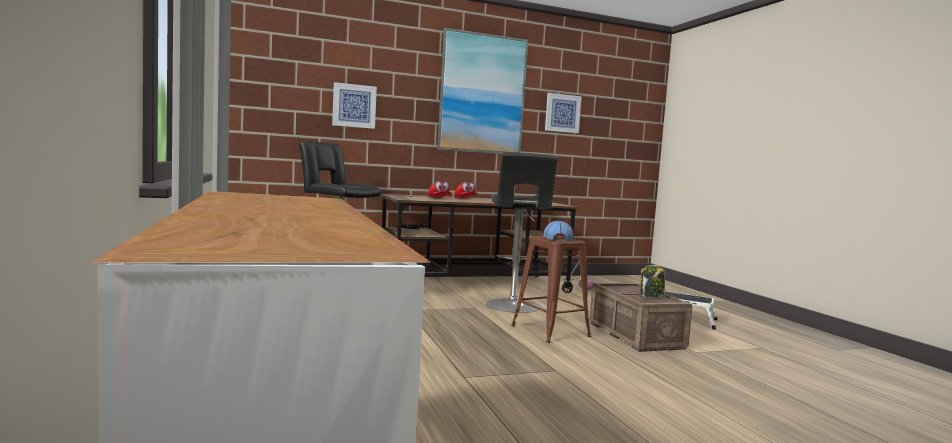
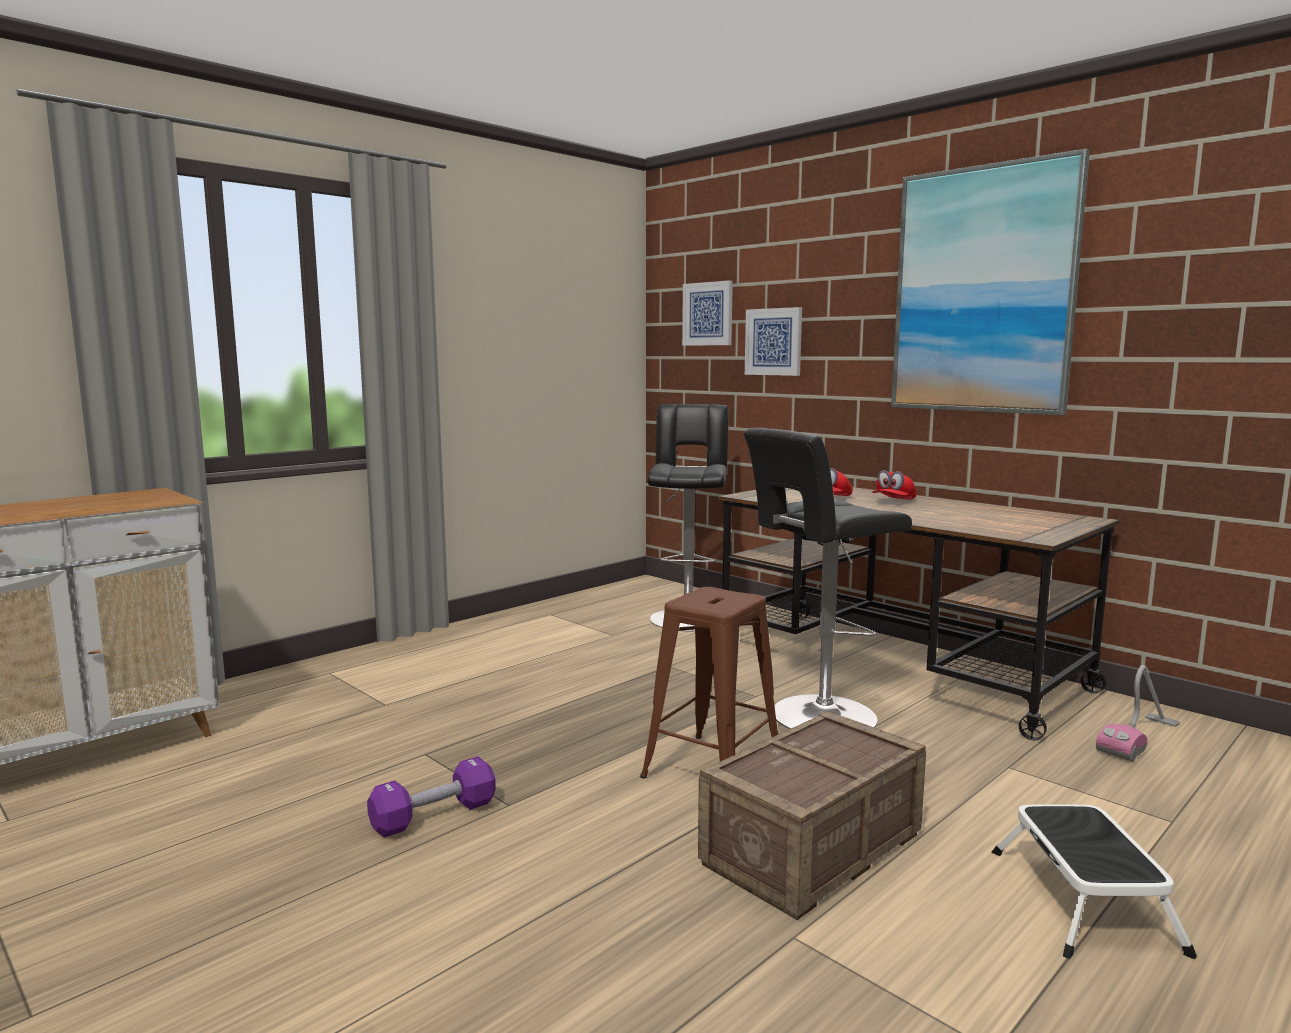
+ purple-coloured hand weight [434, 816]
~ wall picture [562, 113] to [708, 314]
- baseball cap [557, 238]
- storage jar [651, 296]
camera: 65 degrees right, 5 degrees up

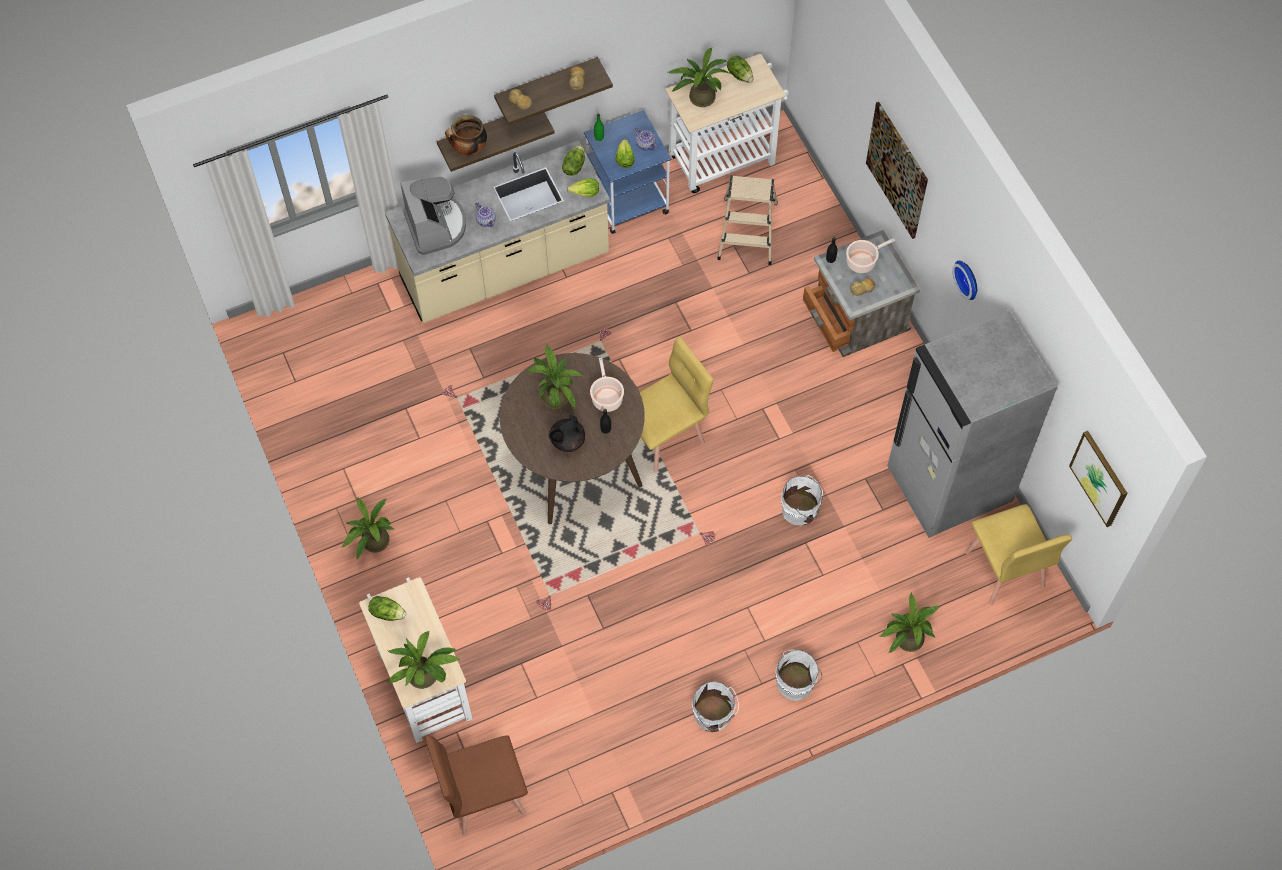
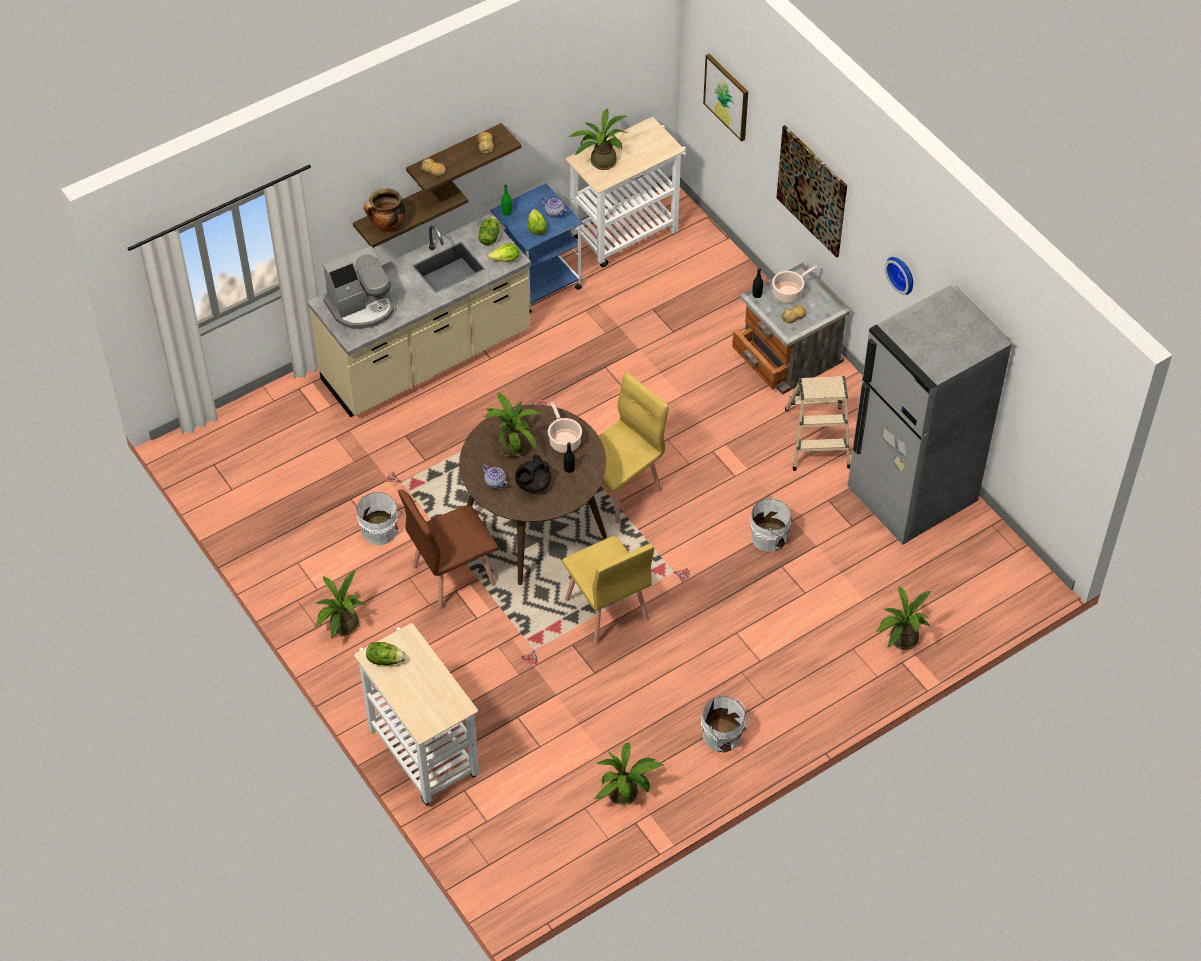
~ coffee machine [436, 226] = [361, 307] 90 degrees clockwise
~ white-coloured water bucket [796, 682] to [381, 529]
~ brown upright chair [483, 795] to [452, 575]
~ tea pot [486, 220] to [495, 482]
~ yellow-coloured upright chair [1004, 569] to [606, 610]
~ houseplant [426, 676] to [626, 793]
~ wall picture [1099, 478] to [727, 96]
~ sand-coloured stepladder [747, 230] to [817, 437]
- lettuce head [740, 75]
camera: 10 degrees left, 10 degrees down

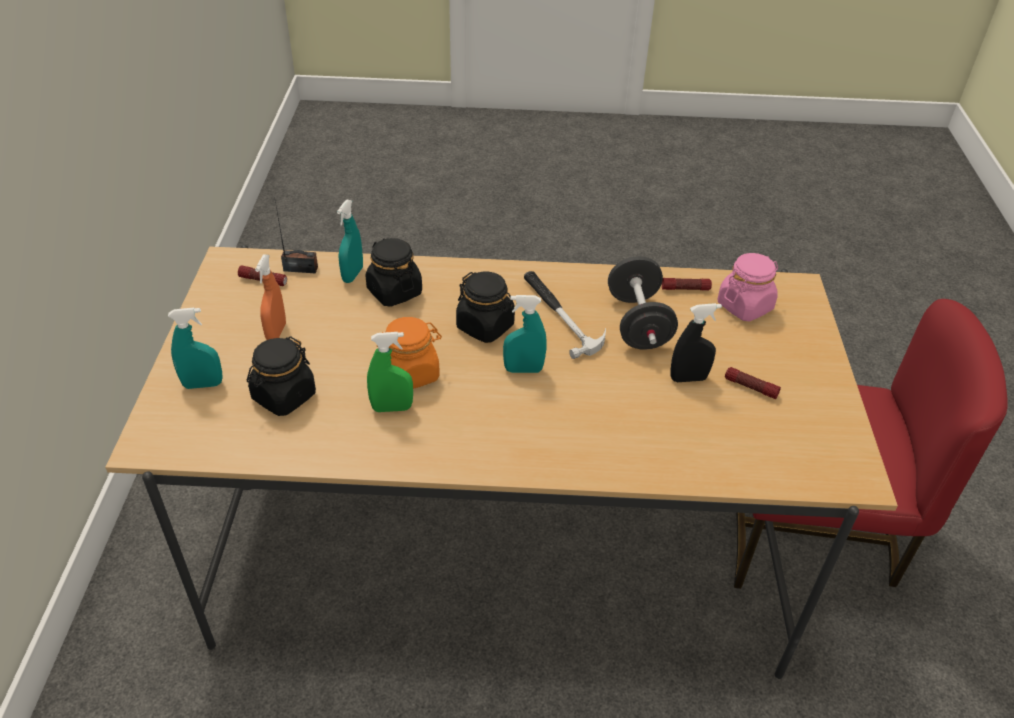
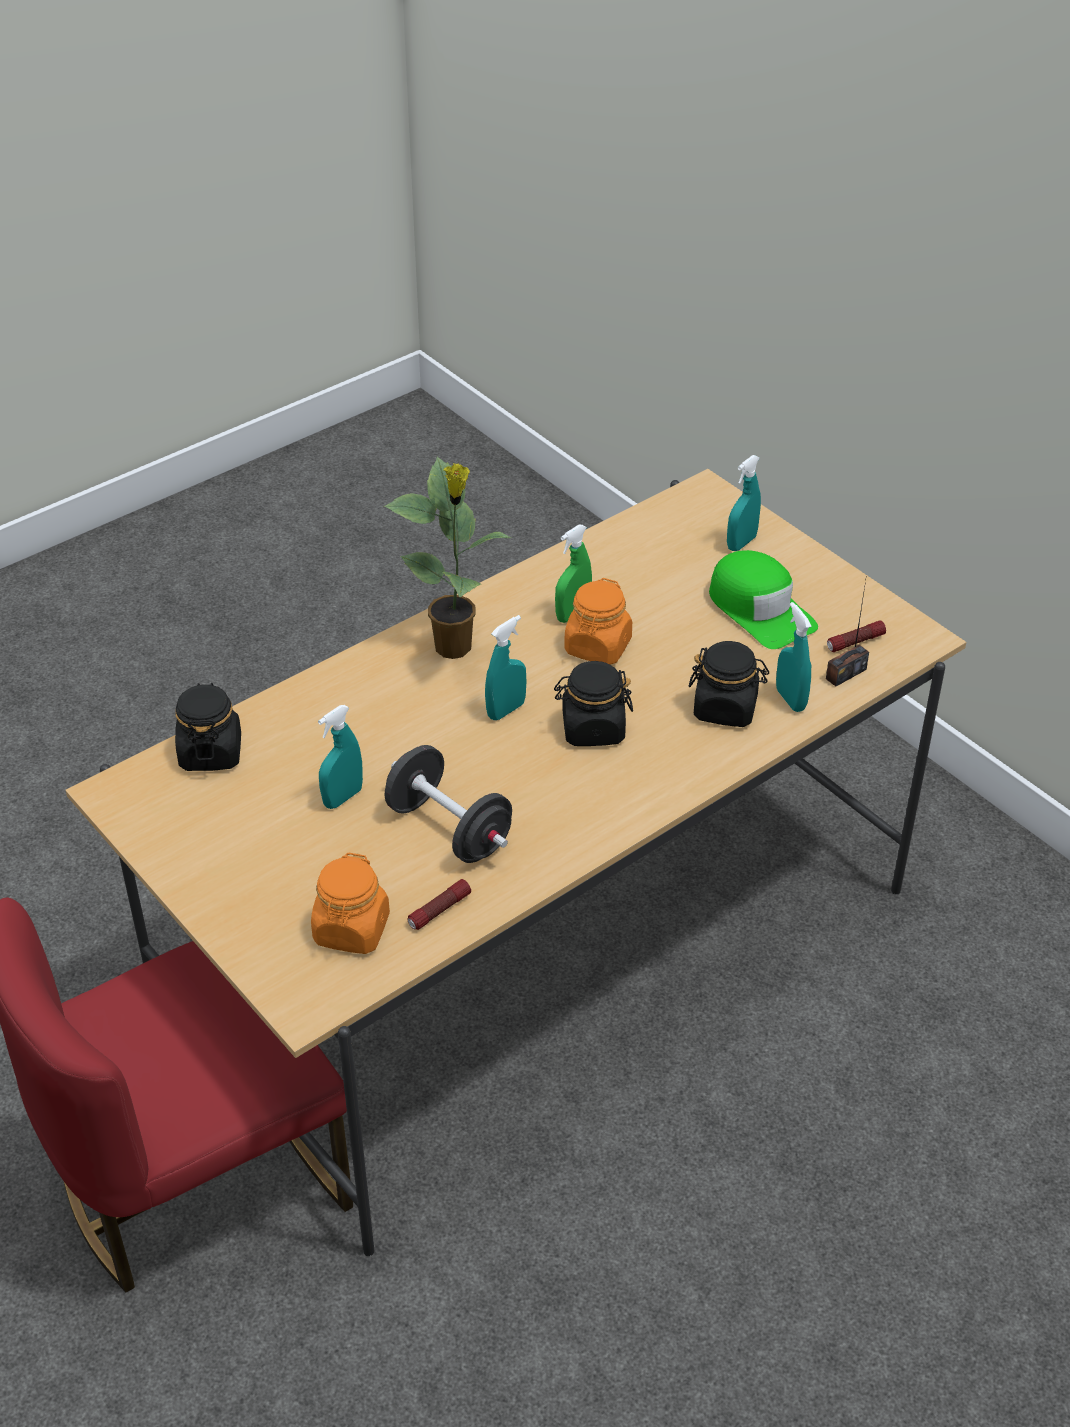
~ blackish storage jar [284, 396] to [210, 752]
~ pink-coloured storage jar [745, 306] to orange-coloured storage jar [351, 930]
~ blackish hand sprayer [688, 378] to turquoise hand sprayer [343, 797]
+ houseplant [455, 648]
~ orange-coloured hand sprayer [276, 332] to greenish baseball cap [760, 609]
- tool hammer [560, 315]
- torch [750, 387]
camera: 140 degrees right, 0 degrees up

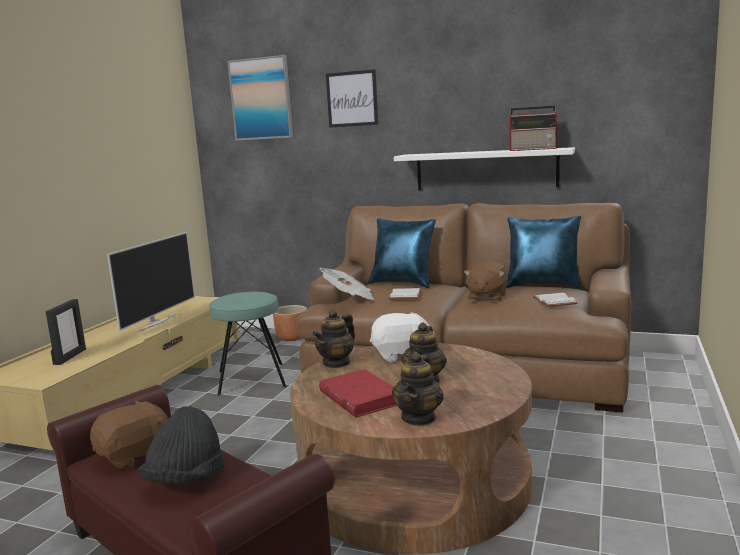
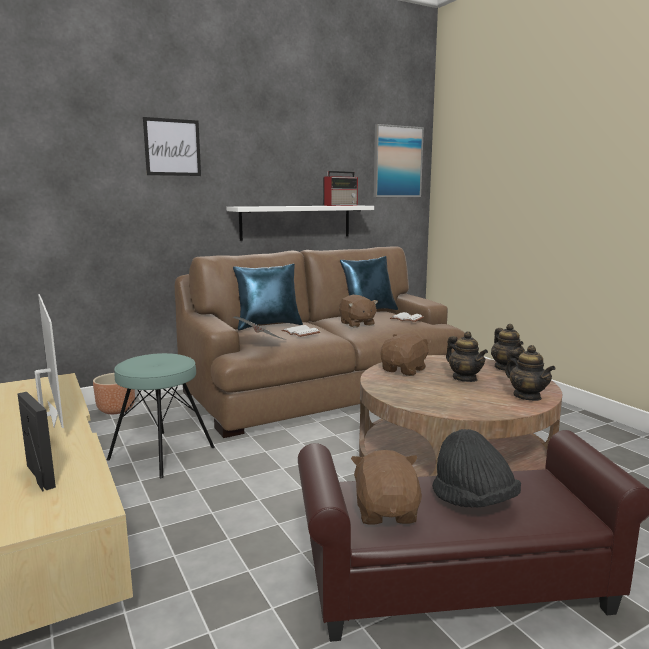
~ wall picture [261, 99] to [397, 162]
~ white-coloured cuddly toy [401, 355] to brown cuddly toy [404, 370]
~ tea pot [337, 363] to [506, 368]
- red bound book [360, 397]
camera: 50 degrees left, 0 degrees up

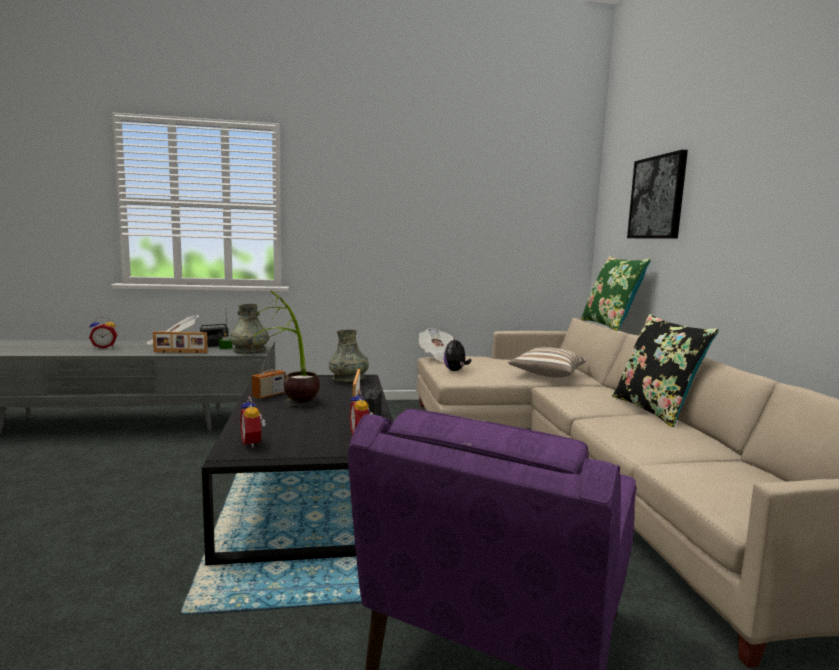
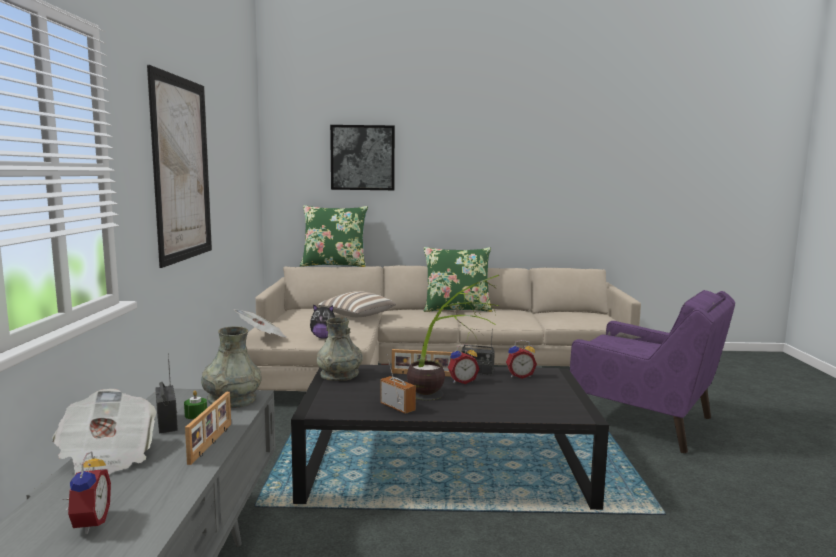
+ wall picture [182, 169]
~ blackish pillow [655, 410] to greenish pillow [456, 309]
~ alarm clock [253, 443] to [462, 381]
camera: 80 degrees left, 0 degrees up

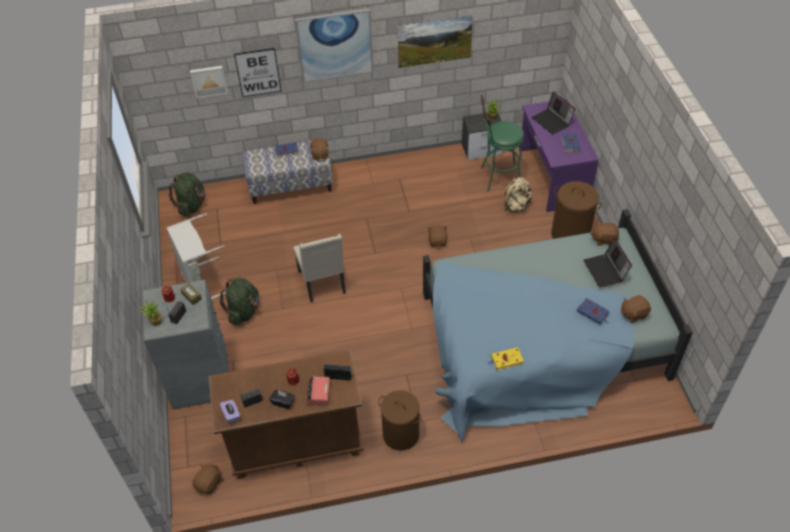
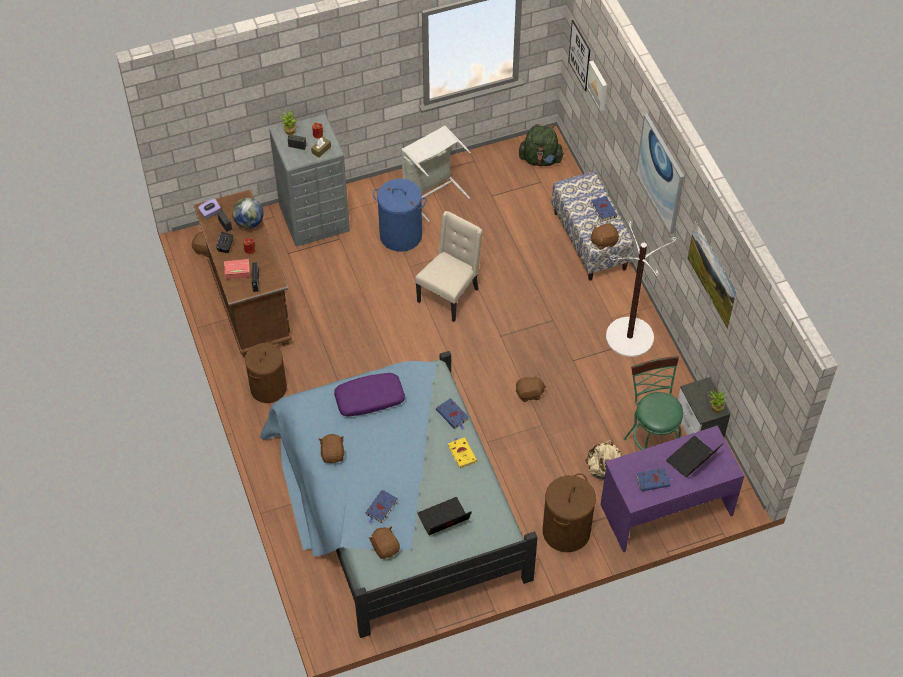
+ globe [249, 223]
~ brown cuddly toy [604, 239] to [333, 454]
+ purple-coloured pillow [369, 399]
~ greenish rucksack [244, 311] to bluish washing basket [401, 235]
~ sand-coloured upright chair [323, 283] = [449, 295] 150 degrees clockwise
+ bluish bound book [453, 415]
~ yellow-coloured bound book [506, 360] to [461, 453]
~ wall picture [258, 72] to [579, 55]
+ white-coloured garment stand [629, 337]
camera: 80 degrees right, 5 degrees up

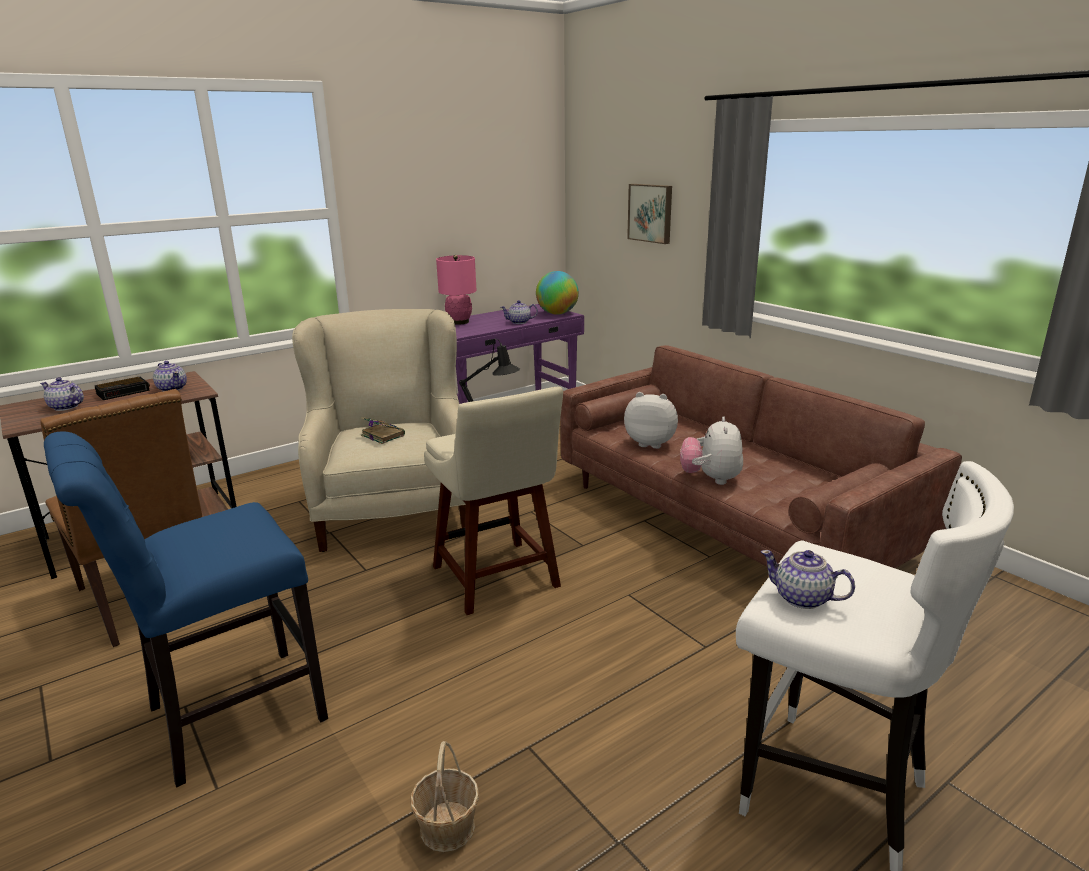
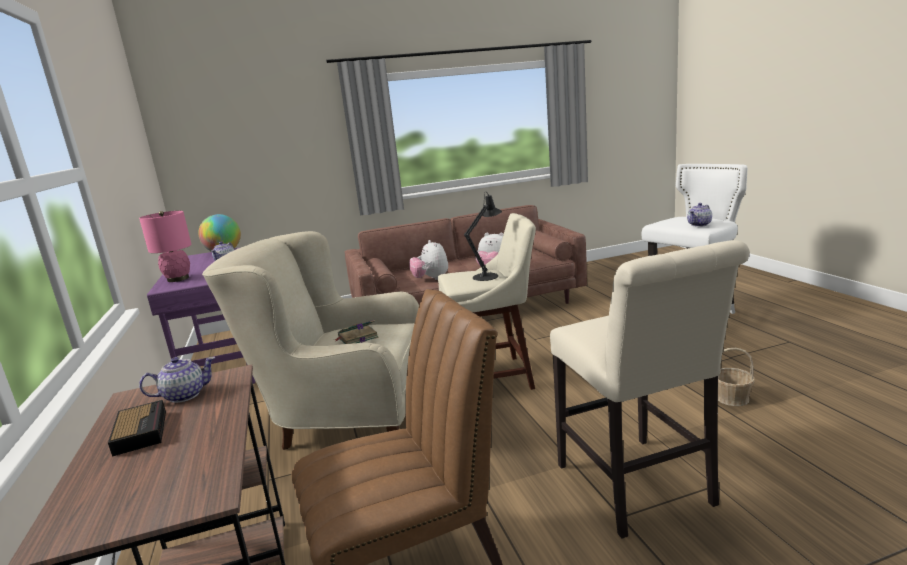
~ cuddly toy [651, 443] = [431, 279] 60 degrees counterclockwise
~ bluish sitting stool [225, 717] to sand-coloured sitting stool [637, 490]
- tea pot [66, 407]
- wall picture [651, 213]
camera: 70 degrees left, 5 degrees down

